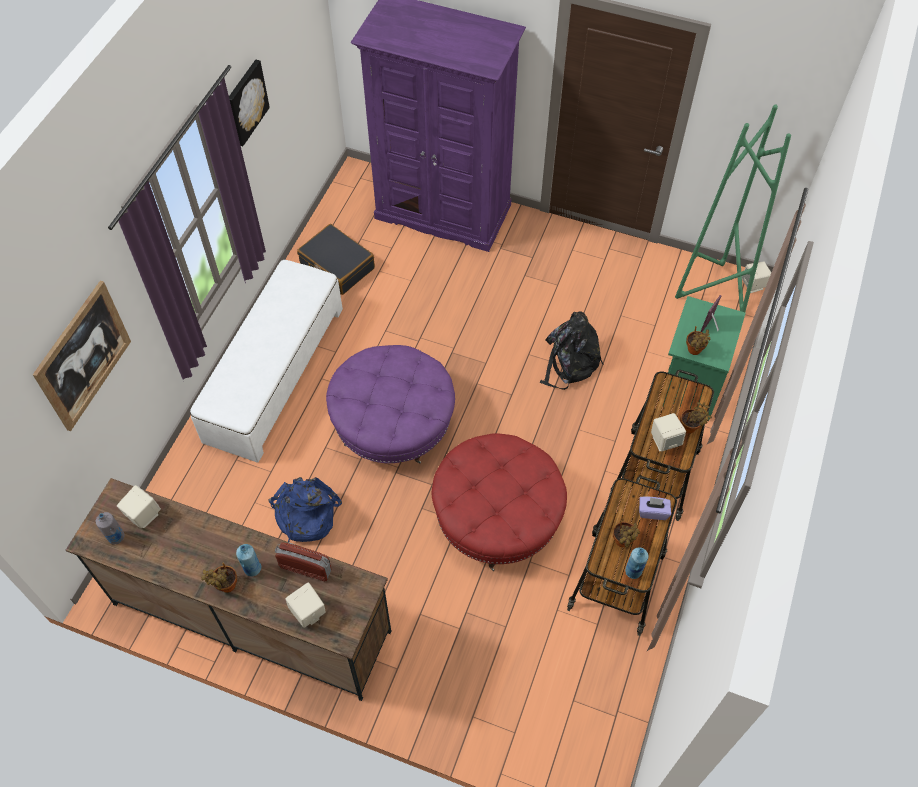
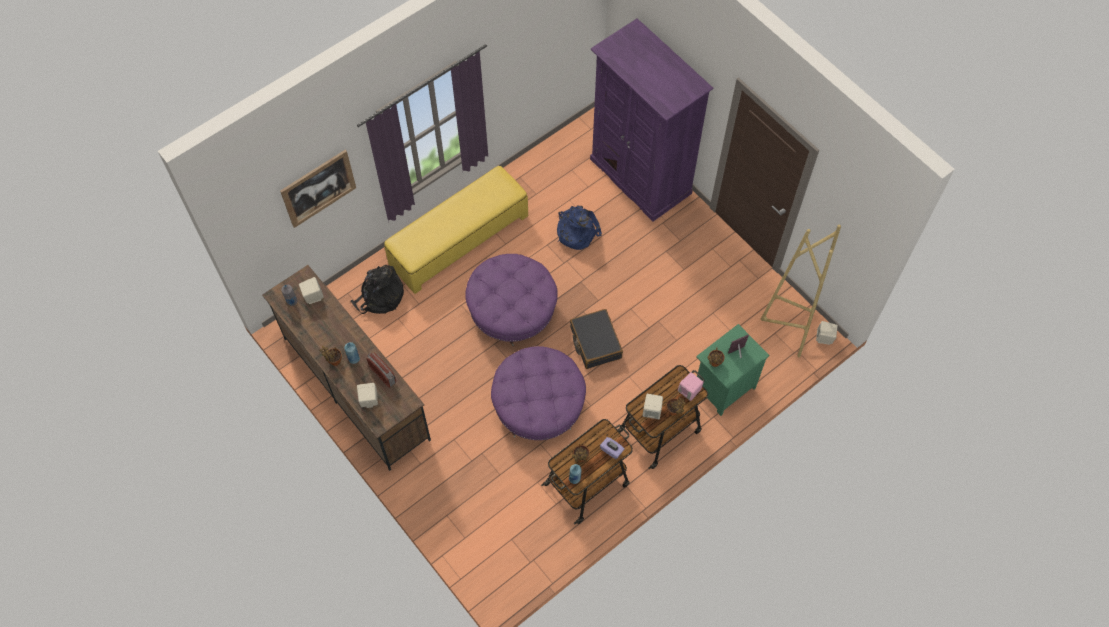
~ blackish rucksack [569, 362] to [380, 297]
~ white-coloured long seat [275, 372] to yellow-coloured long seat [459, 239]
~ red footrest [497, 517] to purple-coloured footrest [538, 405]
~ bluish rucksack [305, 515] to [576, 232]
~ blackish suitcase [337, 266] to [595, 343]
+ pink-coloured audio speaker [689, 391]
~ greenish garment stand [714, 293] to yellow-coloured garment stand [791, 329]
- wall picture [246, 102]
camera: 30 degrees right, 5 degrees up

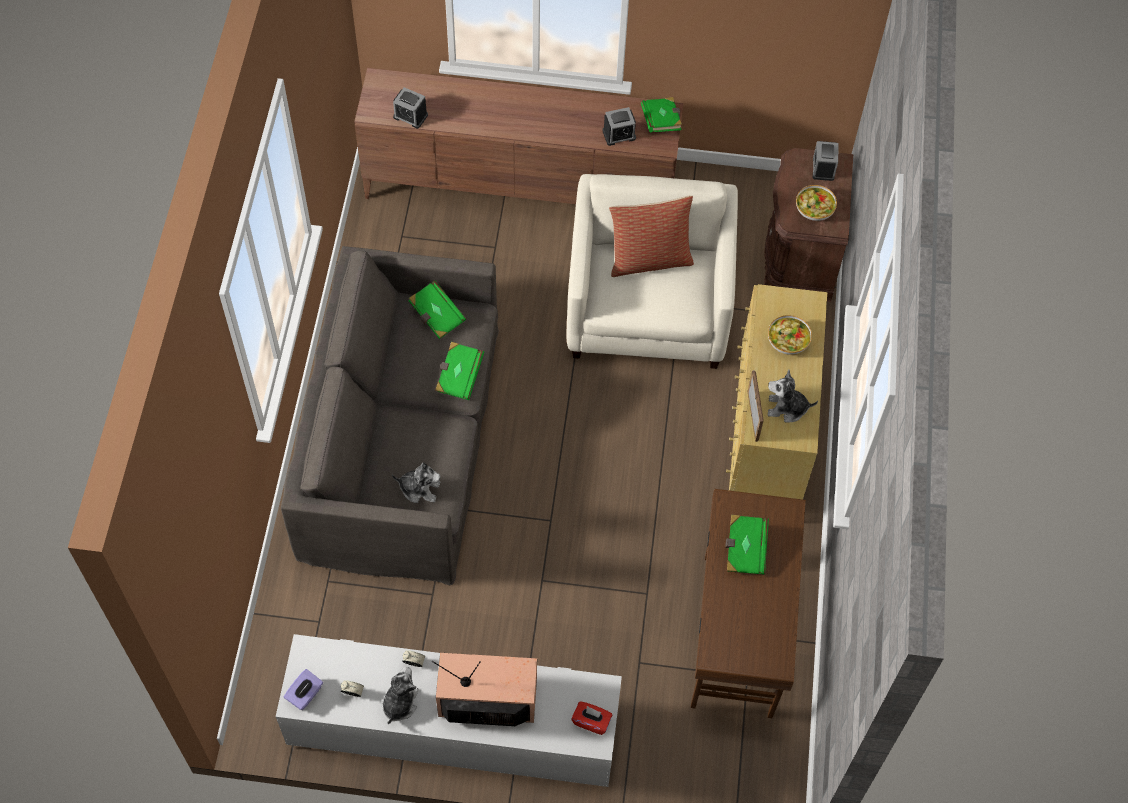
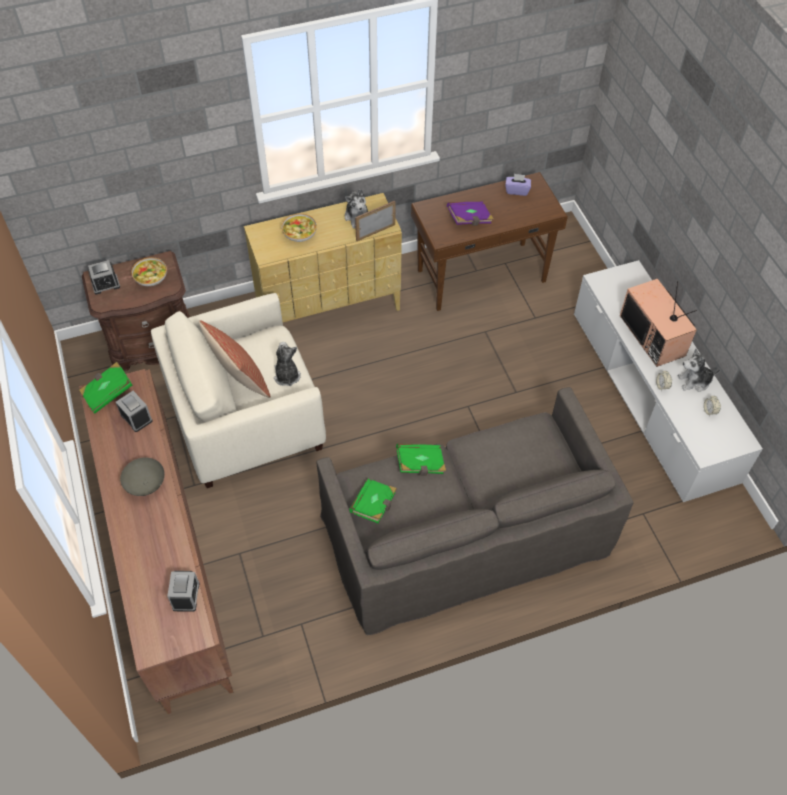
+ grey serving bowl [146, 484]
~ cuddly toy [419, 488] to [286, 375]
~ greenish bound book [744, 550] to purple-coloured bound book [469, 220]
~ purple-coloured box of tissues [305, 695] to [517, 190]
- red box of tissues [591, 721]
camera: 115 degrees left, 5 degrees down

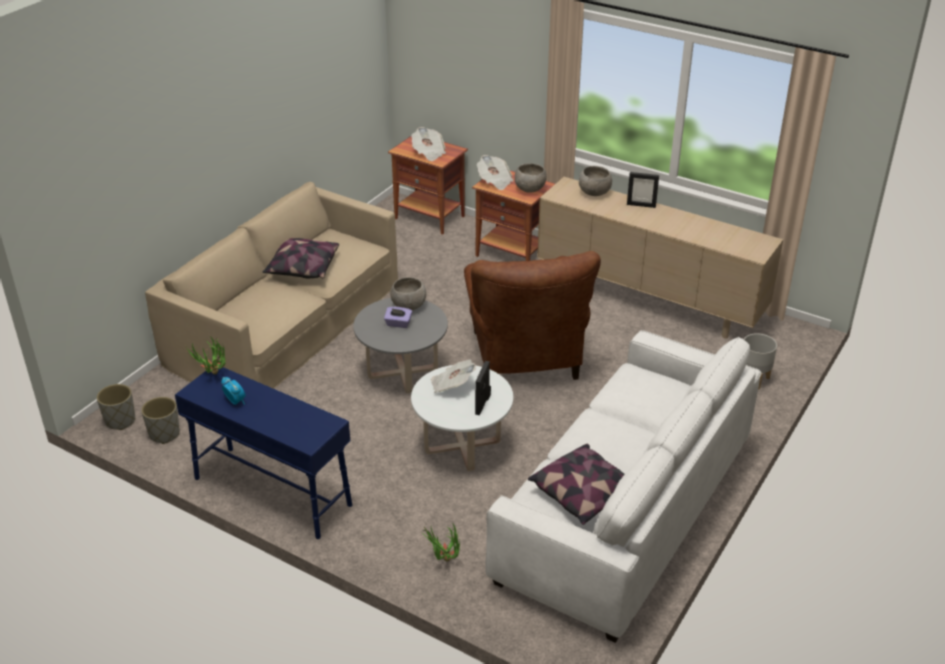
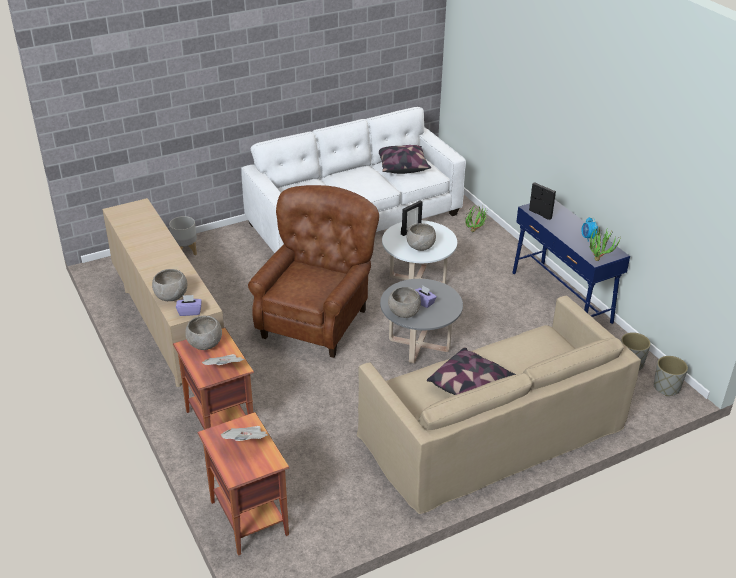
+ purple-coloured box of tissues [189, 312]
~ daily paper [452, 385] to grey serving bowl [421, 247]
~ picture frame [641, 205] to [540, 214]
camera: 150 degrees left, 0 degrees up

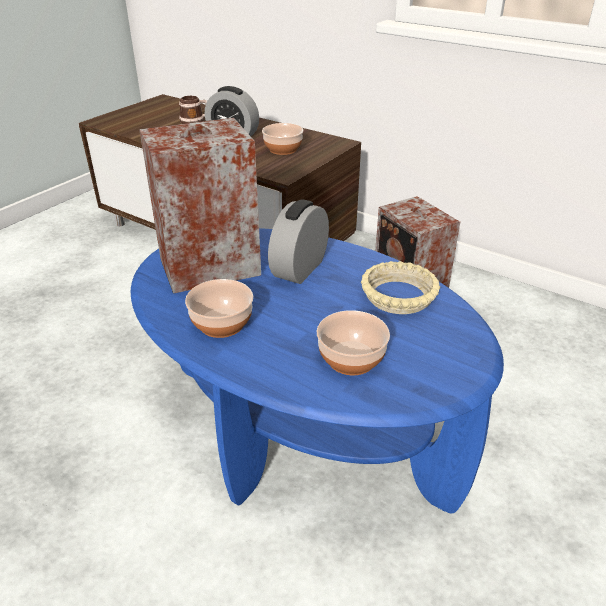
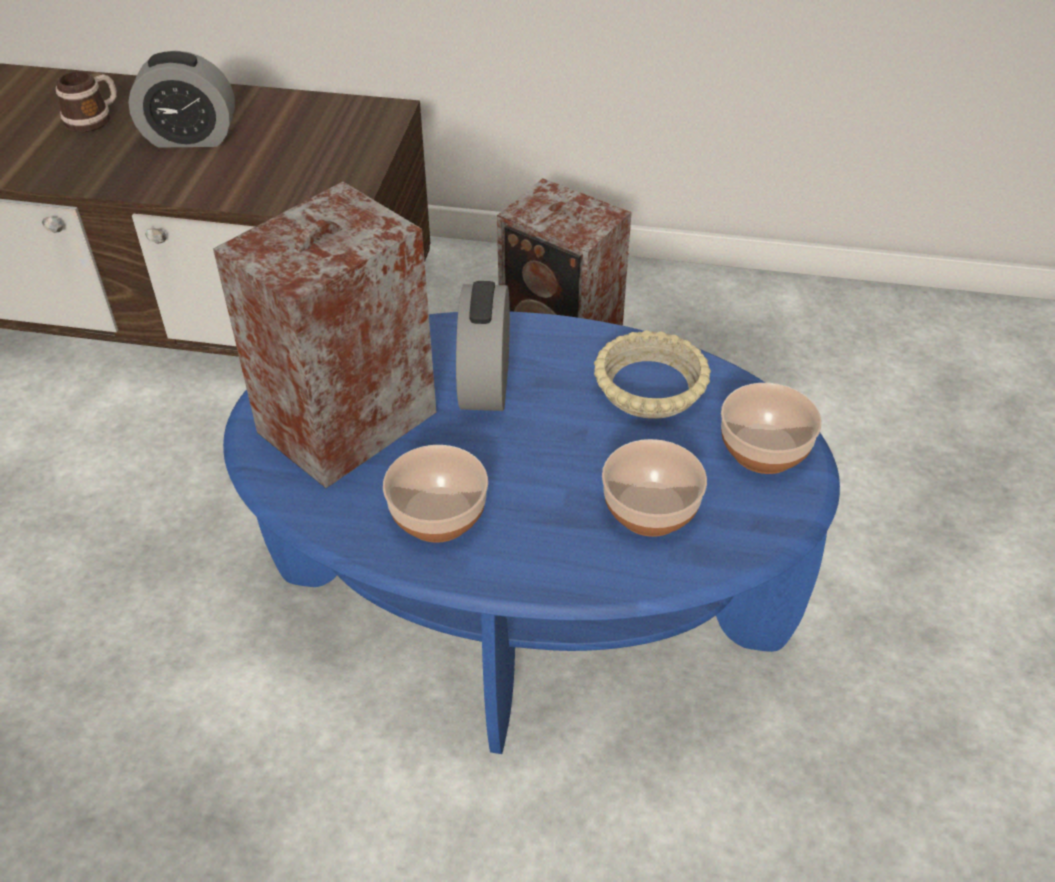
~ serving bowl [283, 149] to [765, 450]
camera: 25 degrees left, 10 degrees up

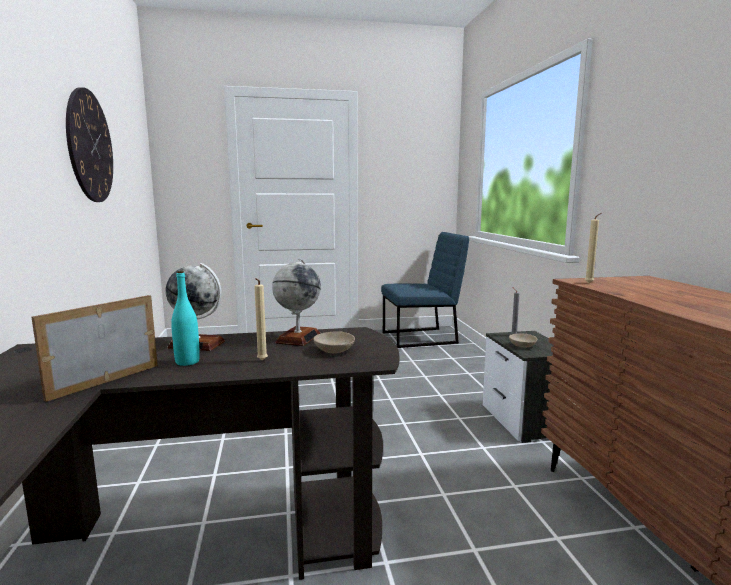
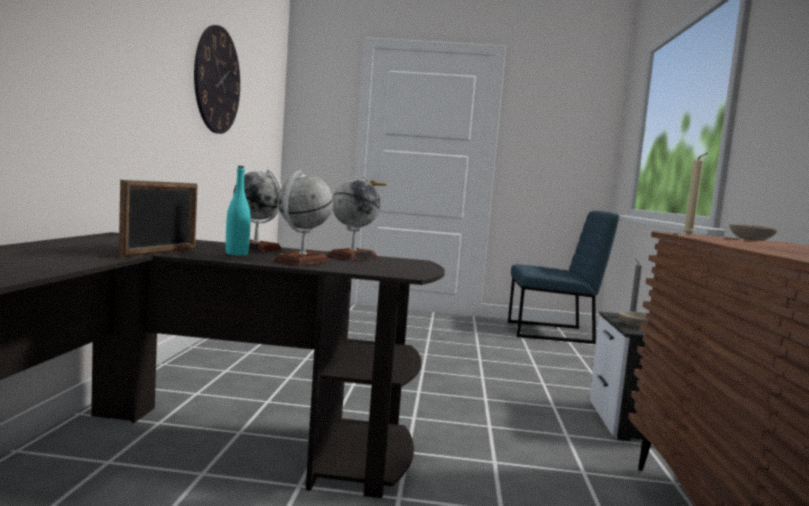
~ picture frame [105, 381] = [160, 252] 150 degrees clockwise
~ sand-coloured candle [261, 361] to globe [301, 261]
~ sand-coloured serving bowl [333, 350] to [749, 239]
camera: 15 degrees right, 5 degrees down

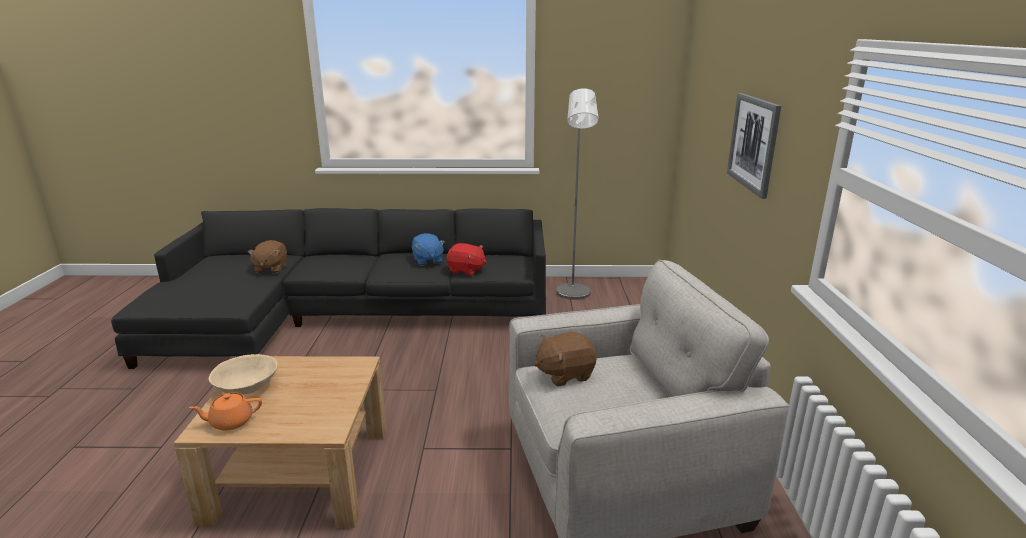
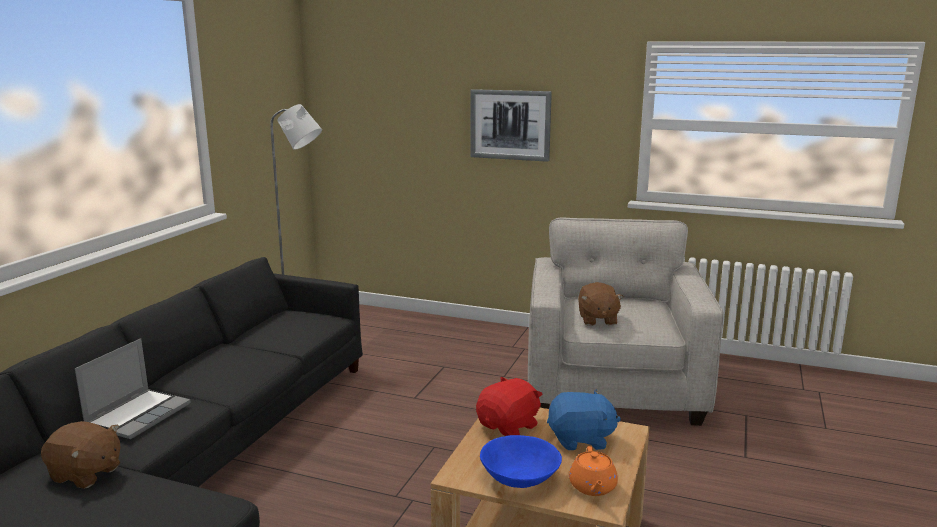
+ portable computer [138, 415]
~ red cuddly toy [466, 270] to [509, 426]
~ sand-coloured serving bowl [247, 388] to bluish serving bowl [520, 478]
~ bluish cuddly toy [427, 261] to [581, 439]
camera: 70 degrees left, 5 degrees down

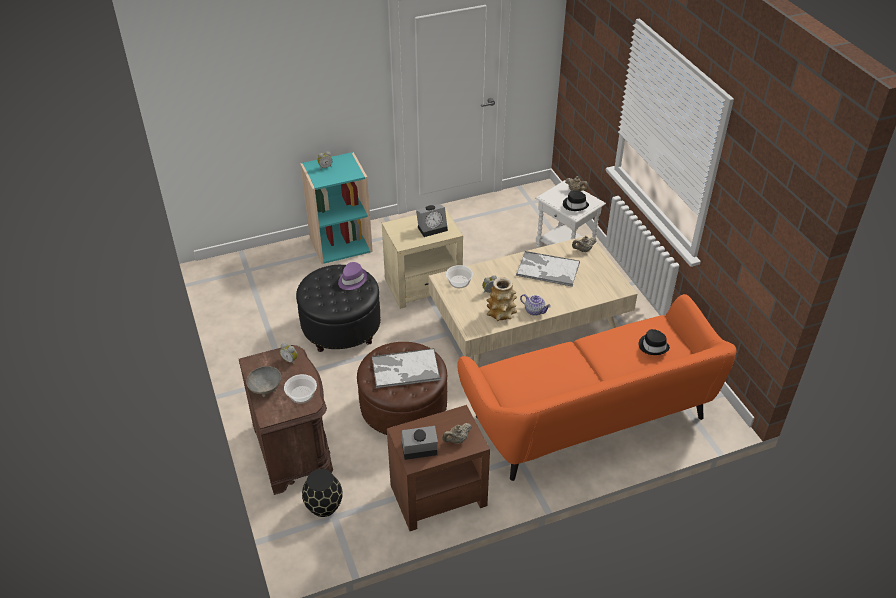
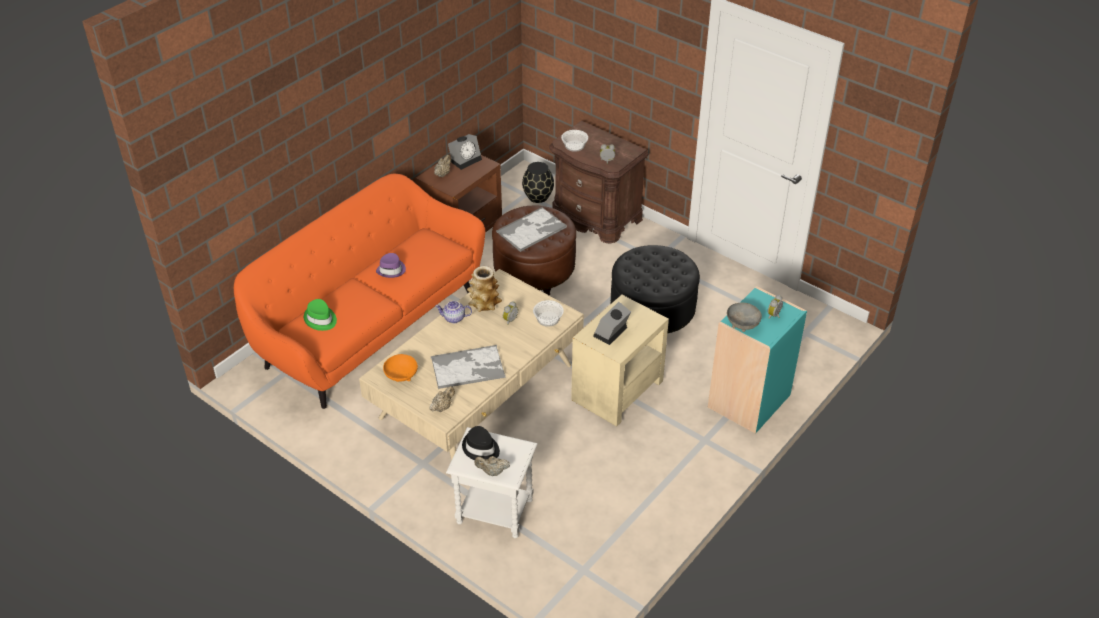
~ blackish wearable hat [653, 346] to greenish wearable hat [320, 319]
~ purple-coloured wearable hat [352, 280] to [391, 270]
+ orange-coloured serving bowl [401, 376]
~ grey serving bowl [265, 388] to [742, 325]
camera: 150 degrees right, 0 degrees up

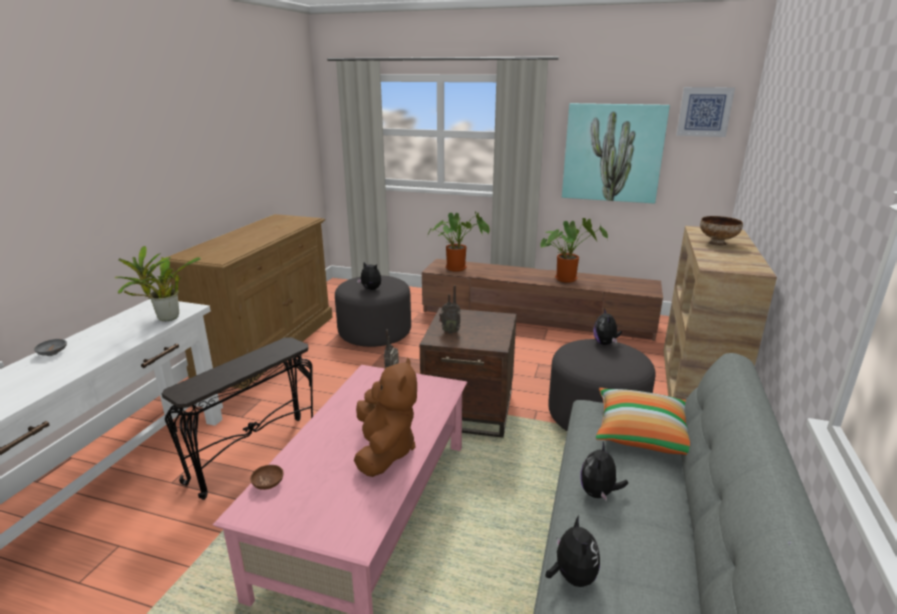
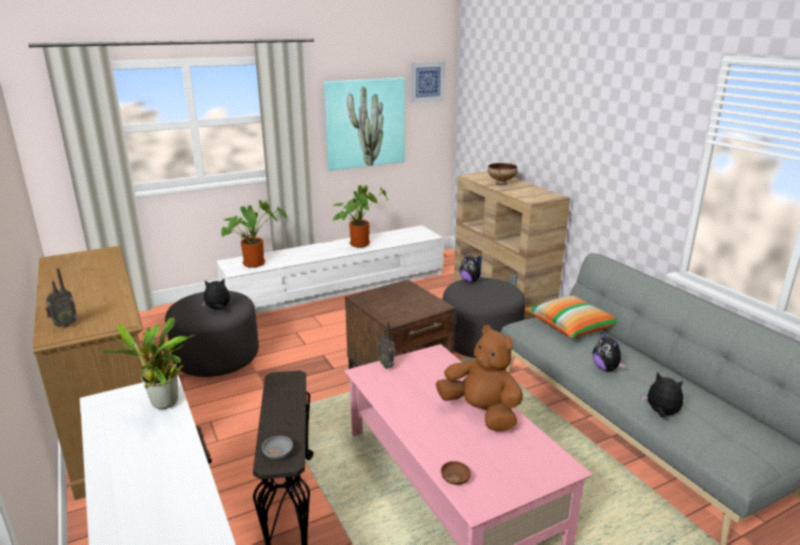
~ radio set [450, 331] to [64, 325]
~ brown tv stand [536, 317] to white-coloured tv stand [337, 288]
~ grey serving bowl [53, 353] to [278, 454]
camera: 45 degrees left, 0 degrees up

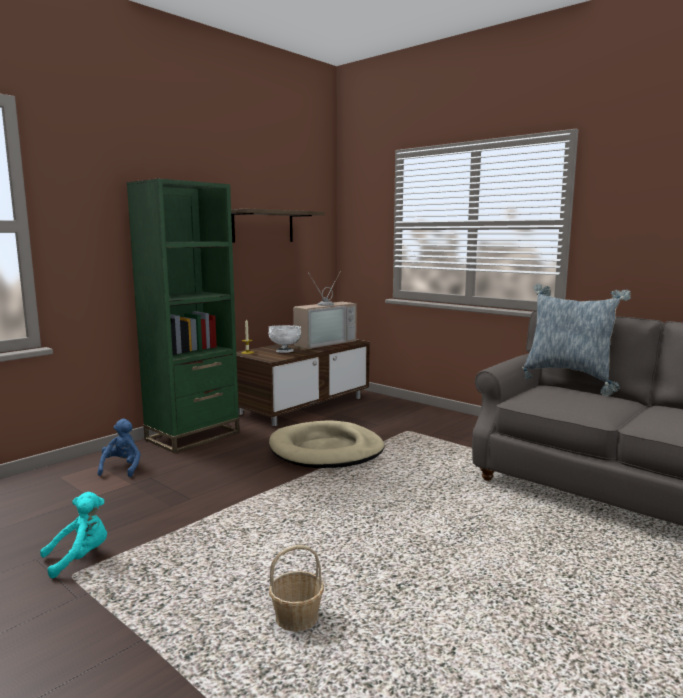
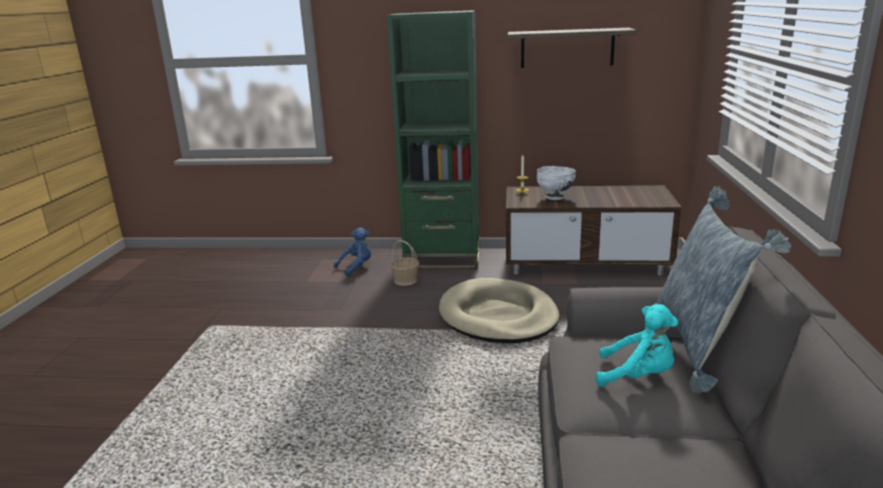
~ household basket [297, 618] to [405, 280]
~ turquoise cuddly toy [80, 558] to [638, 376]
- TV set [323, 342]
camera: 55 degrees right, 10 degrees up

